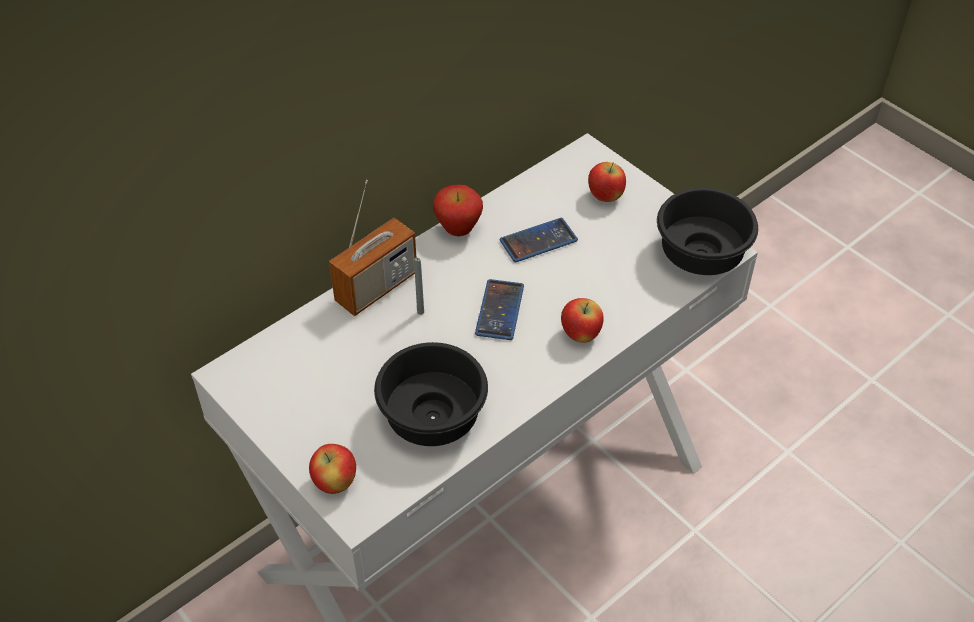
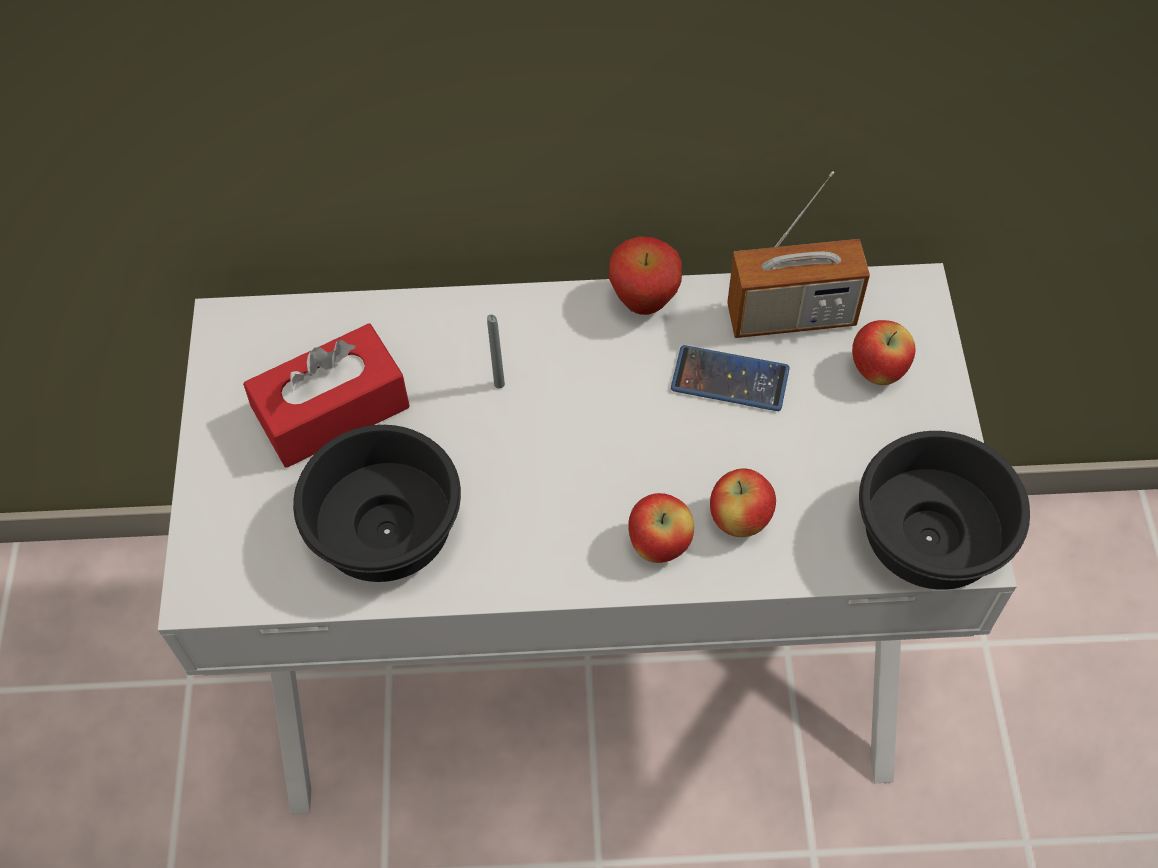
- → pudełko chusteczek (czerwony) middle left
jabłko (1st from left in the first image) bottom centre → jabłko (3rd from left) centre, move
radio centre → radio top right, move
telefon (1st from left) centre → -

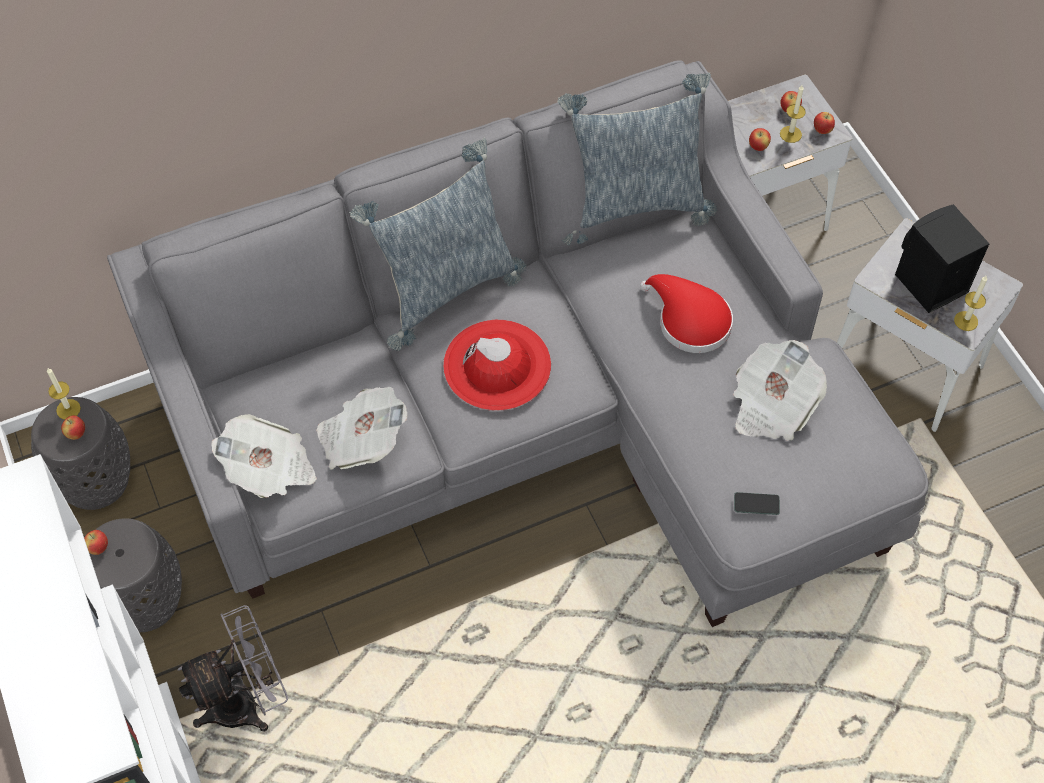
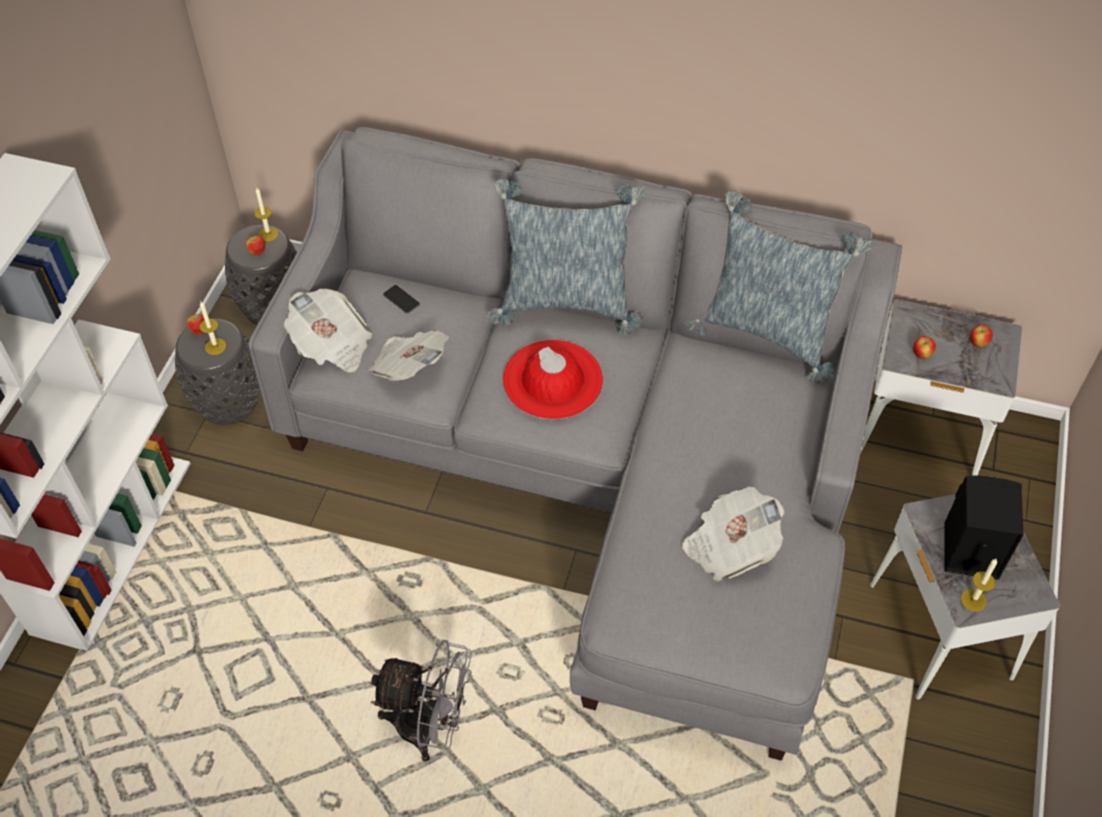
świeca (2nd from left in the first image) top right → świeca (1st from left) middle left, move
wentylator (szary) bottom left → wentylator (szary) bottom centre, move
telefon middle right → telefon centre, move
kapelusz (czerwony) (2nd from left) centre → -
jabłko (5th from left) top right → -

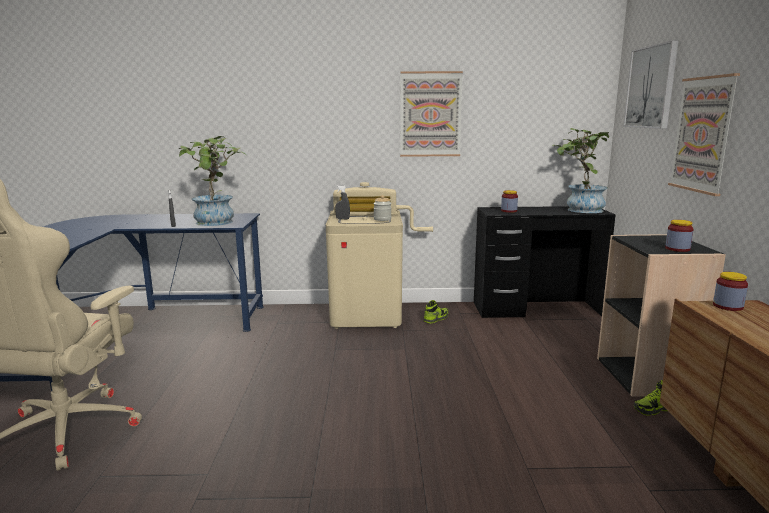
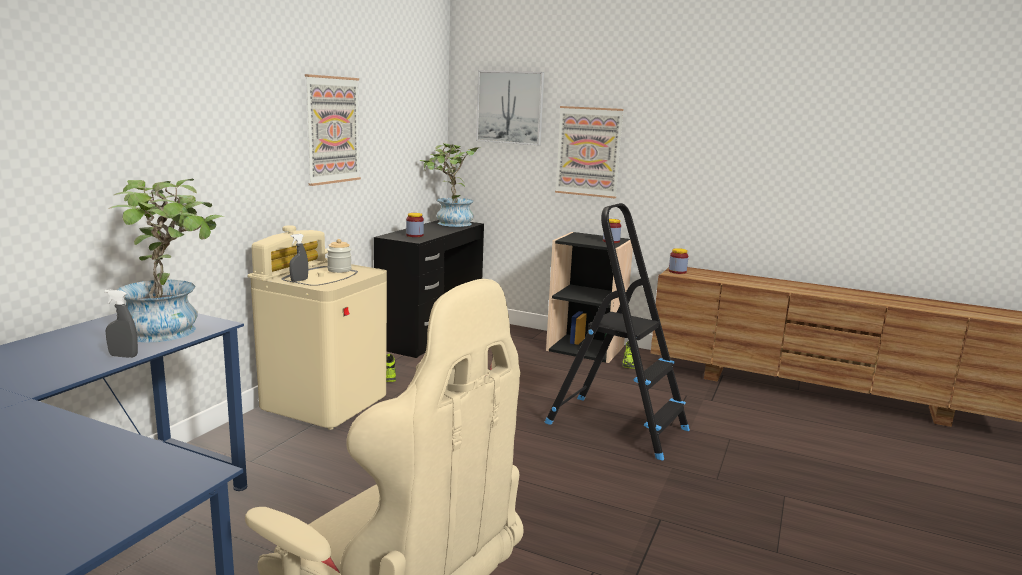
- → drabinka (czarny) centre

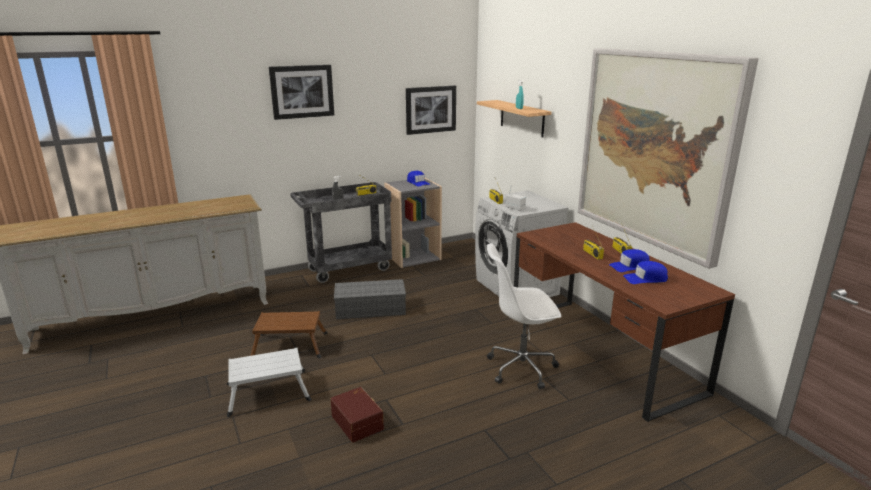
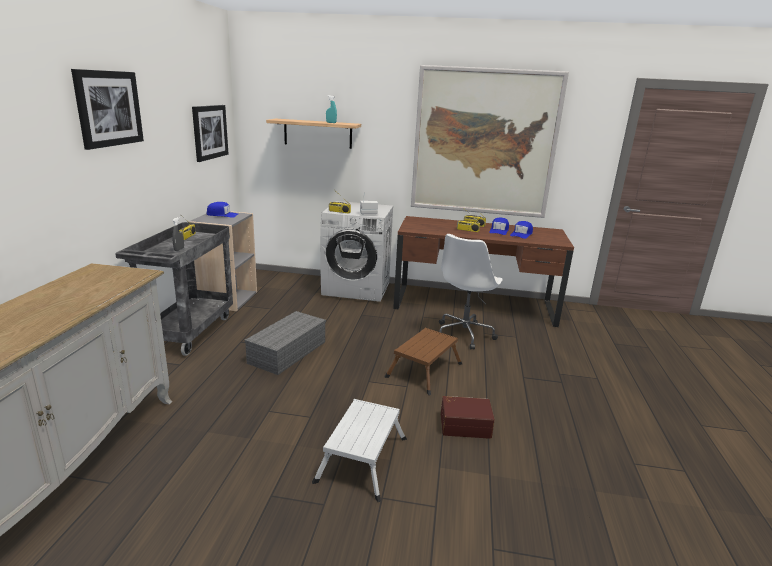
drabinka (brązowy) bottom left → drabinka (brązowy) centre, move

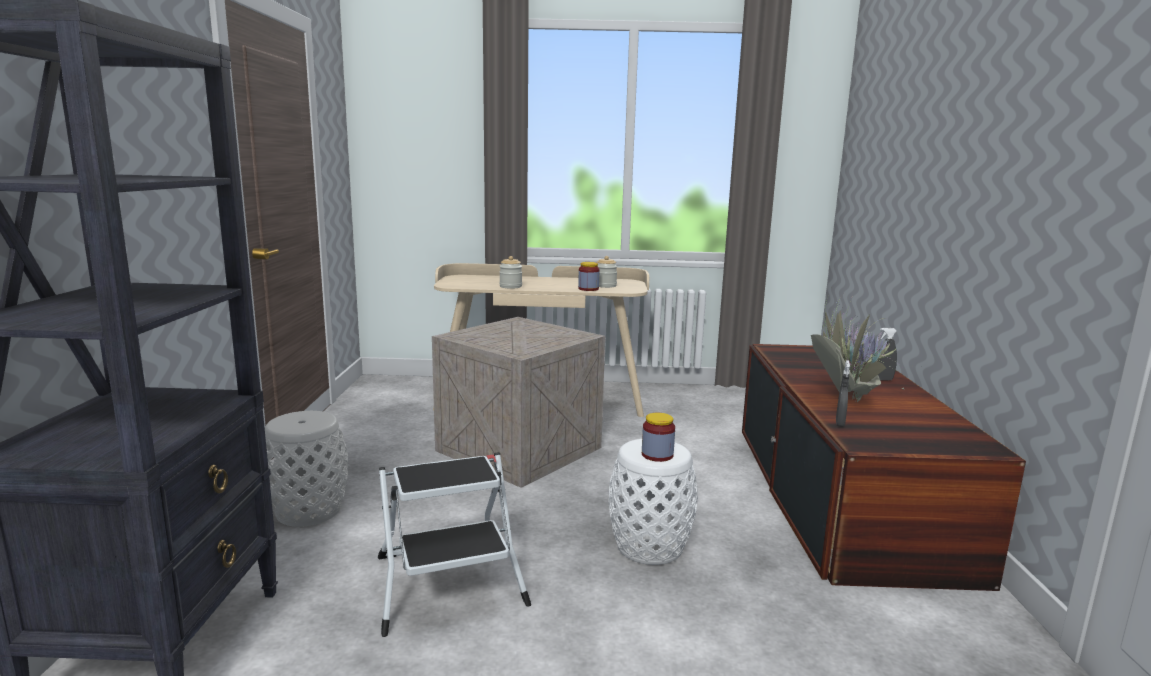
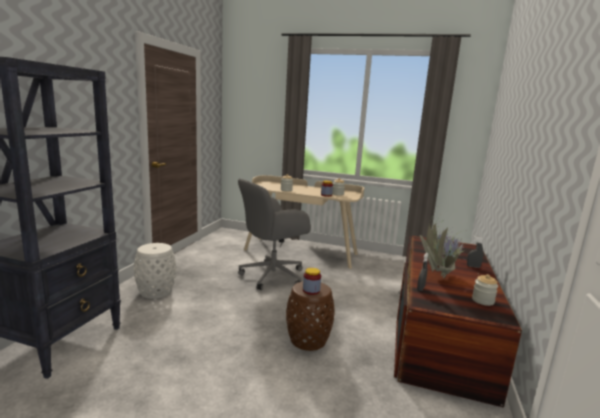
skrzynka centre → krzesło biurowe (szary) centre
stołek (biały) (2nd from left) bottom centre → stołek (brązowy) bottom centre
- → słoik (5th from left) bottom right
drabinka bottom centre → -

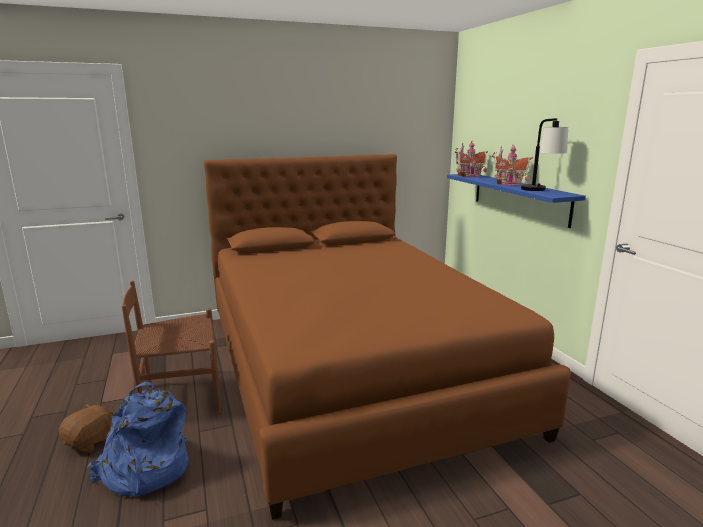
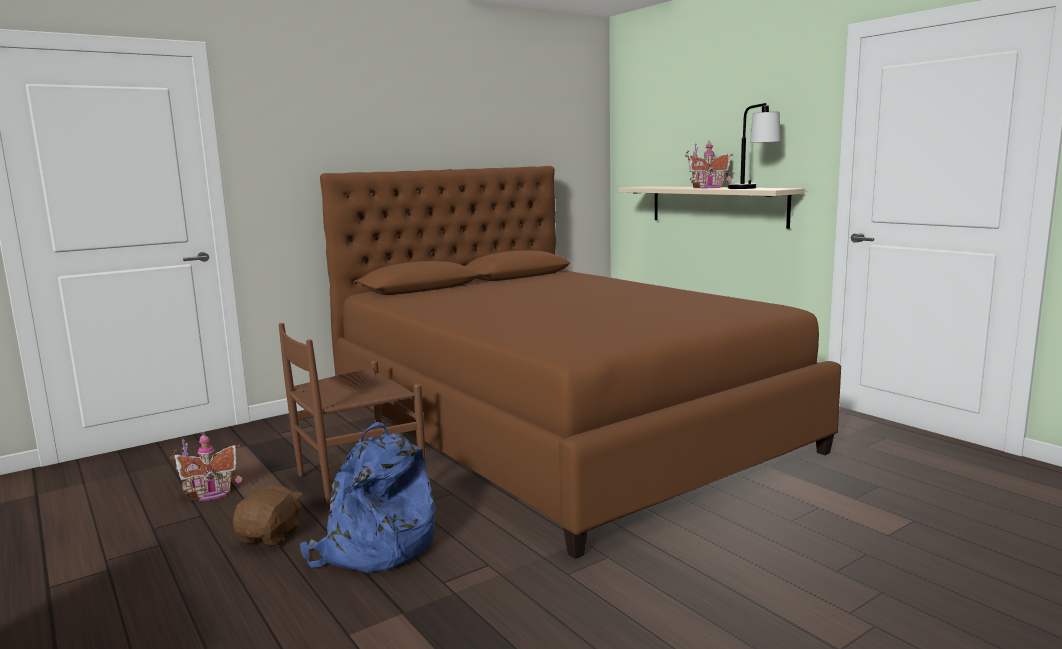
domek (1st from left) top right → domek (1st from left) bottom left, move
półka (niebieski) middle right → półka (beżowy) top right

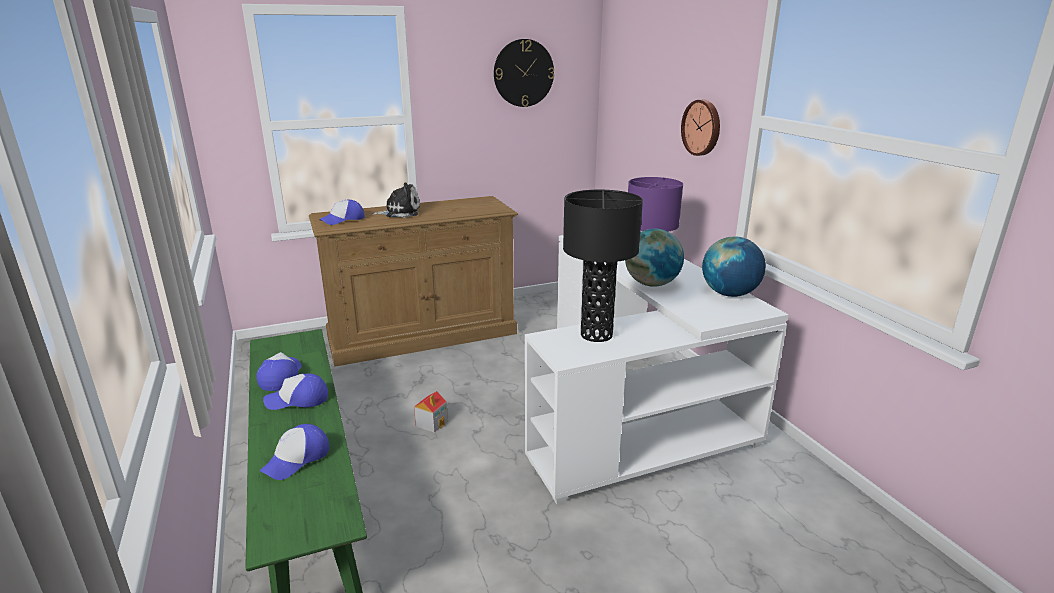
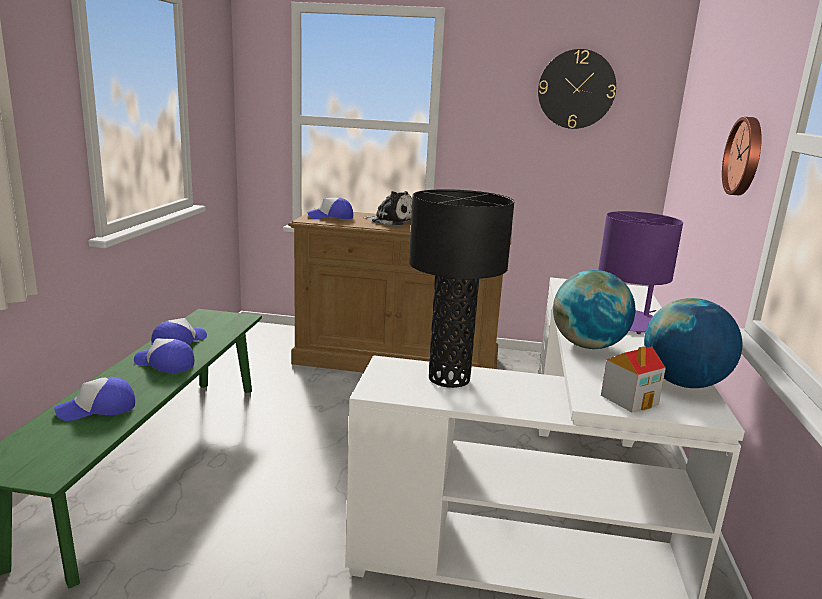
domek bottom centre → domek middle right, move

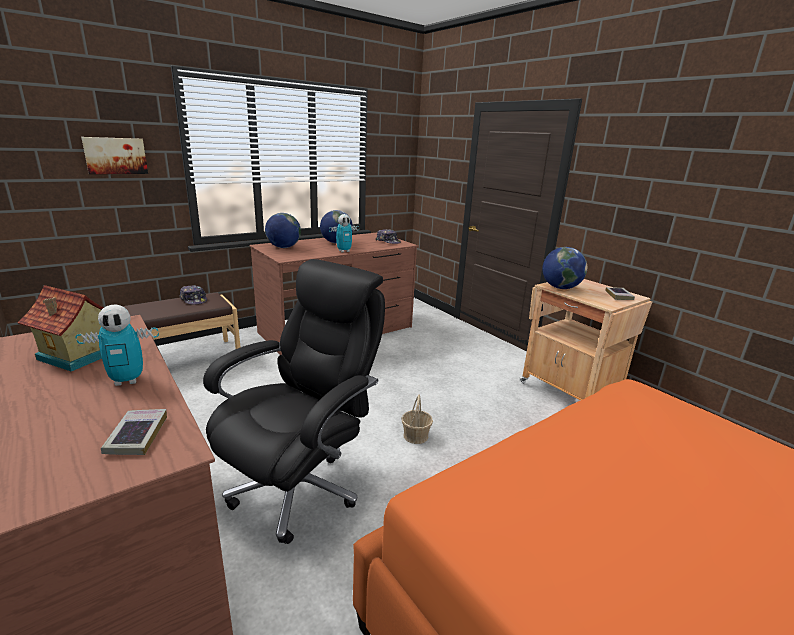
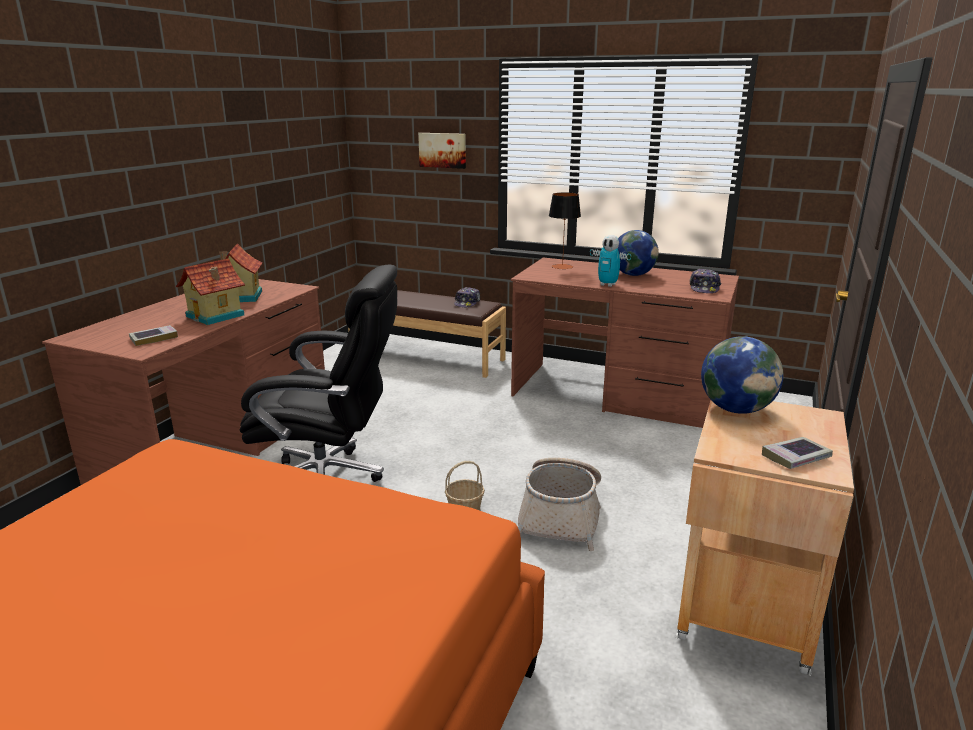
robot zabawkowy (1st from left) middle left → domek (1st from left) middle left
- → koszyk (2nd from left) bottom centre
globus (1st from left) centre → lampa stołowa top centre

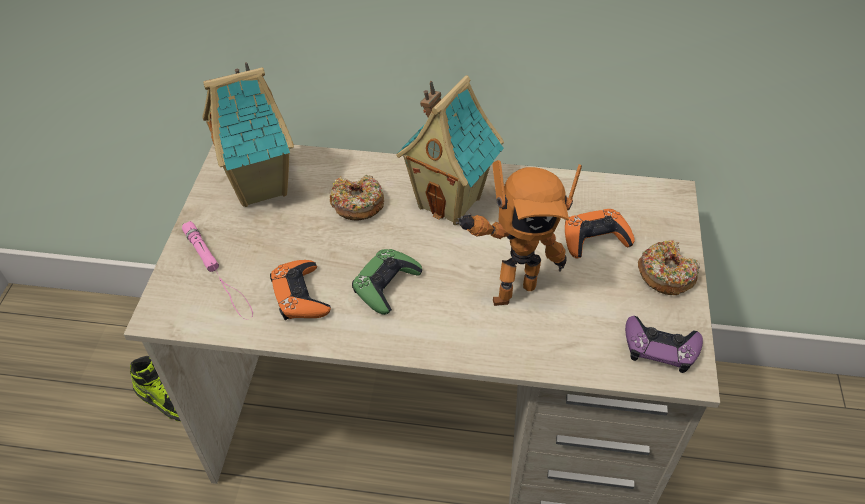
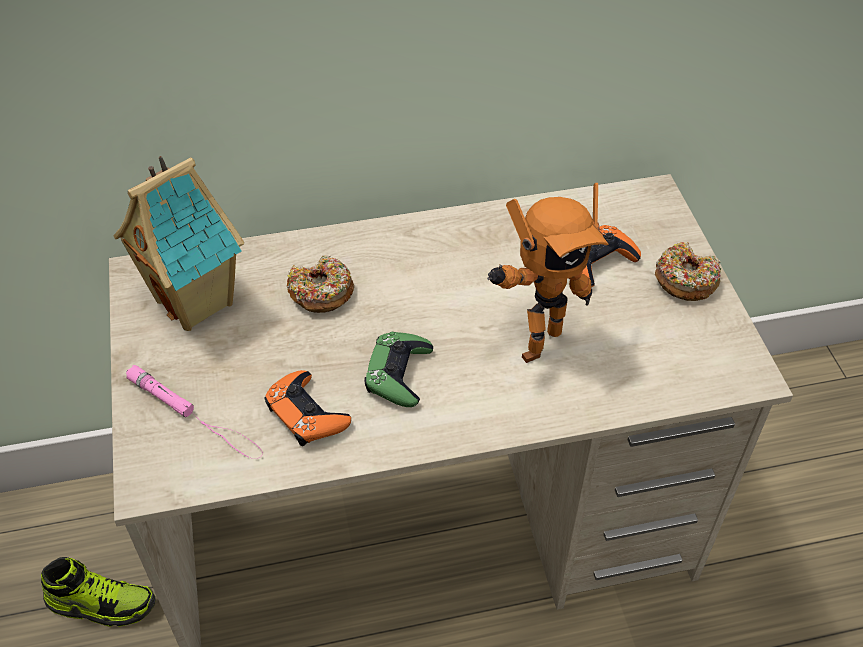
domek (2nd from left) top centre → -
pad do gier (fioletowy) bottom right → -

